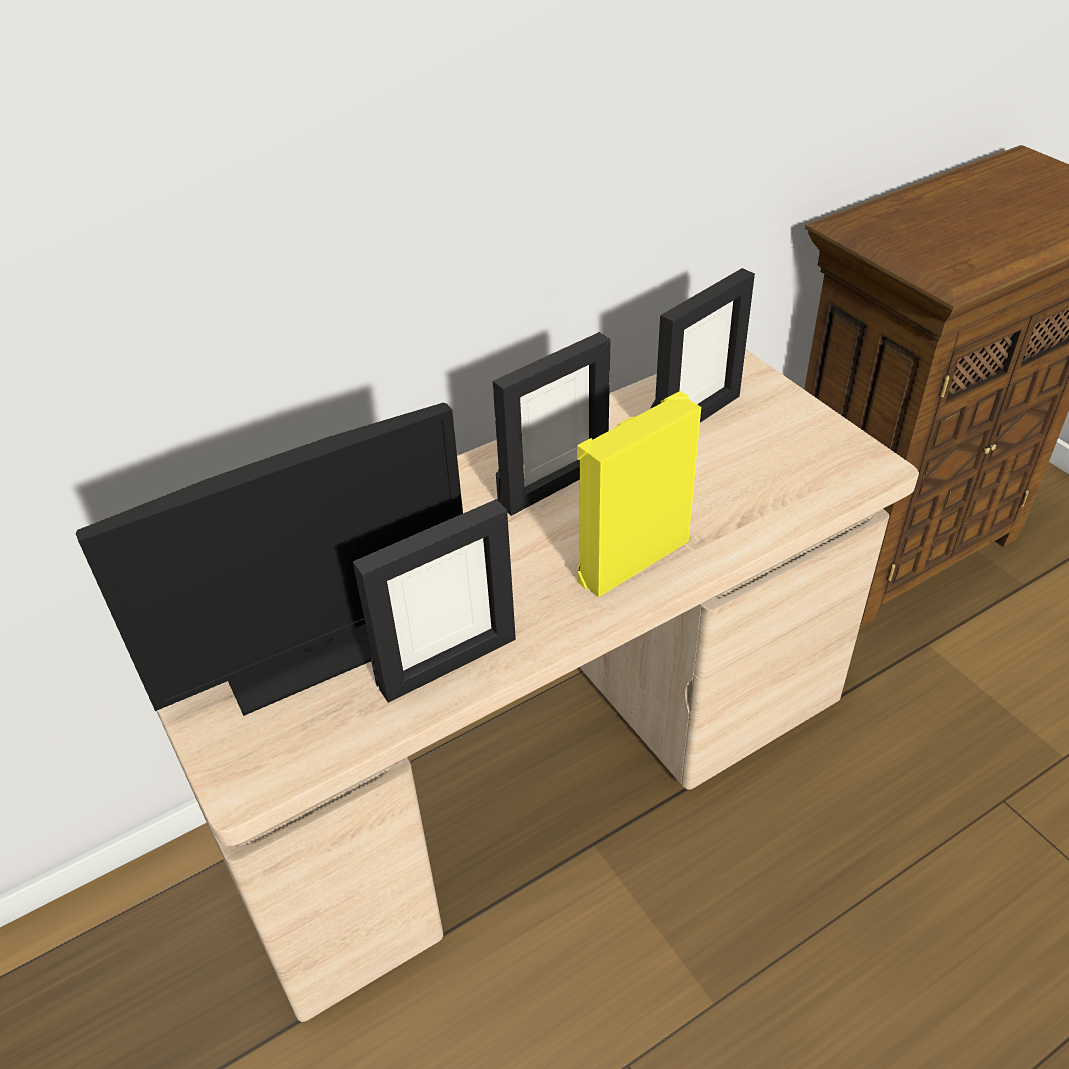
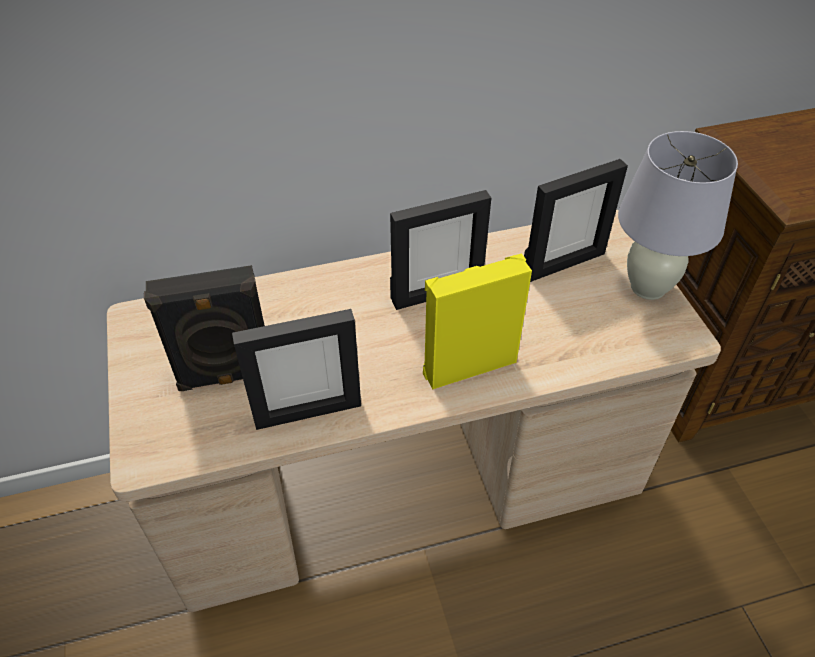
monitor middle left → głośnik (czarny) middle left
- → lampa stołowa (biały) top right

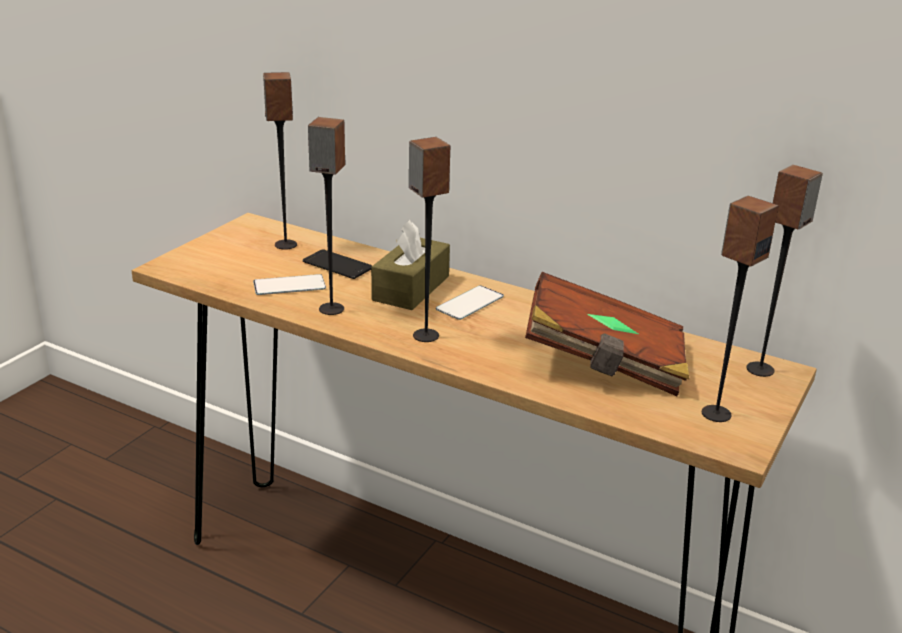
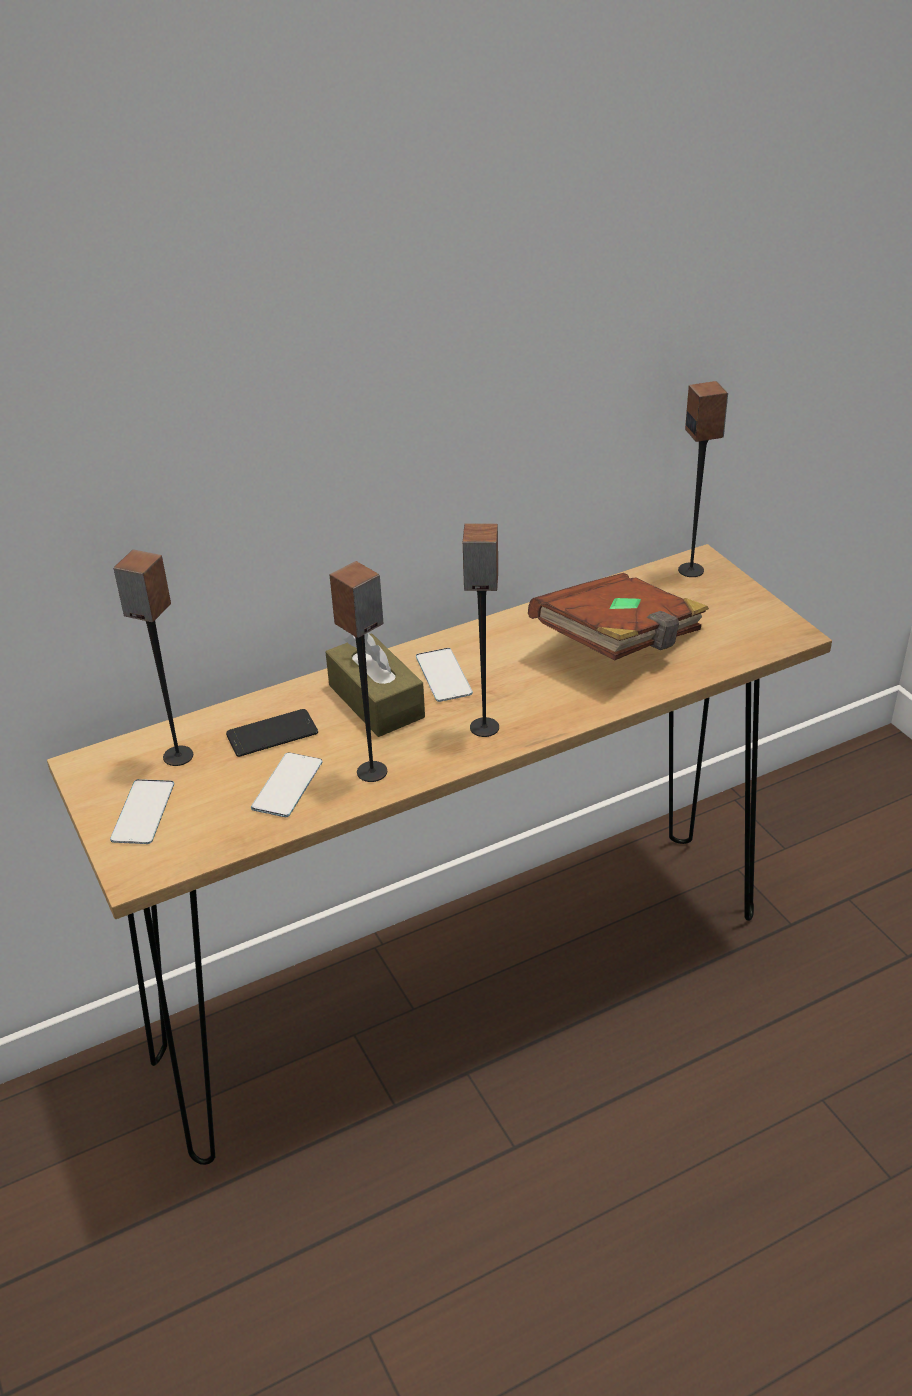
- → telefon (1st from left) middle left
głośnik (4th from left) middle right → -

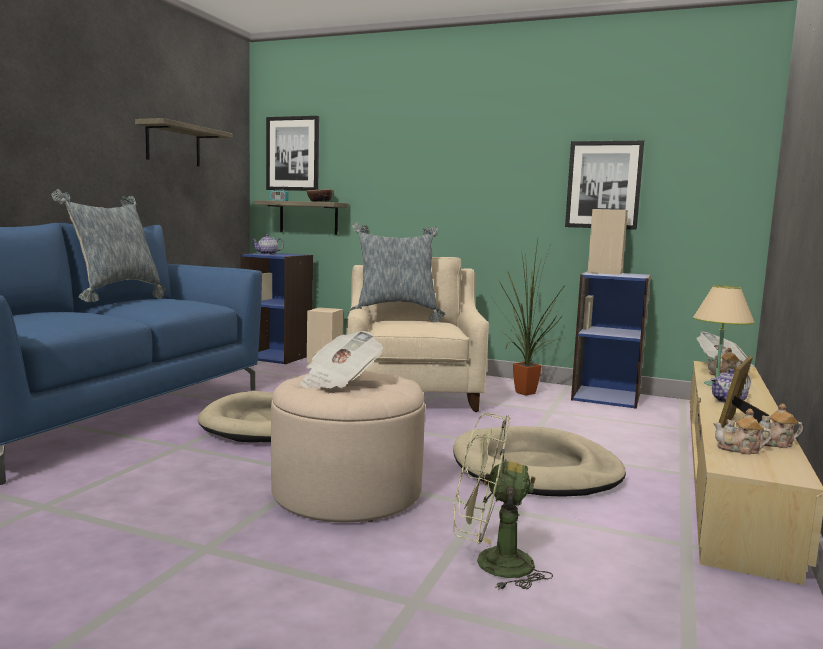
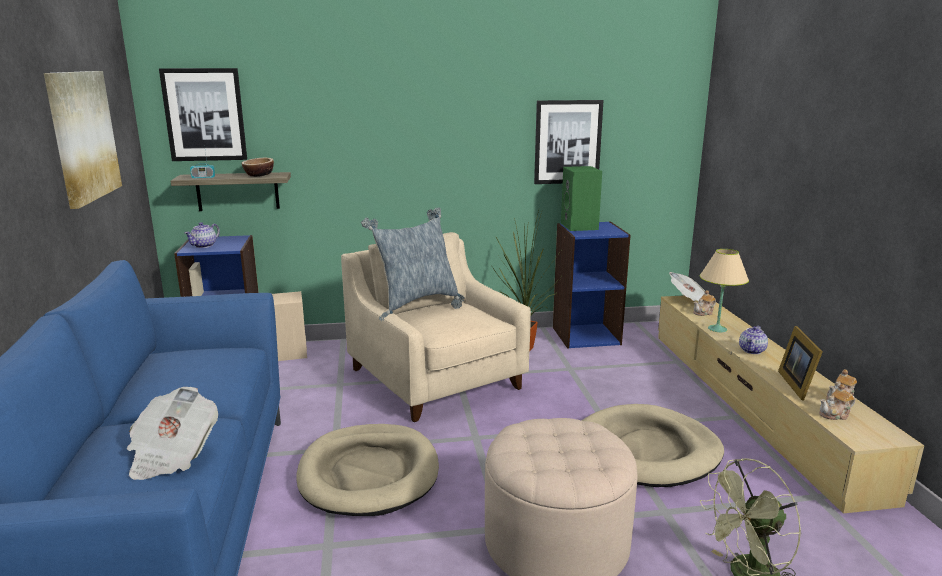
półka (1st from left) top left → obraz (1st from left) top left
gazeta (1st from left) centre → gazeta (1st from left) bottom left, move
głośnik (beżowy) (2nd from left) middle right → głośnik (zielony) centre
poduszka (1st from left) middle left → -

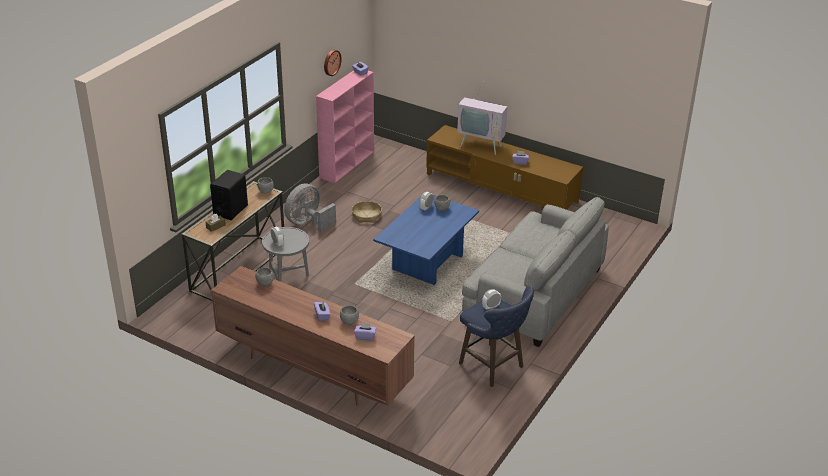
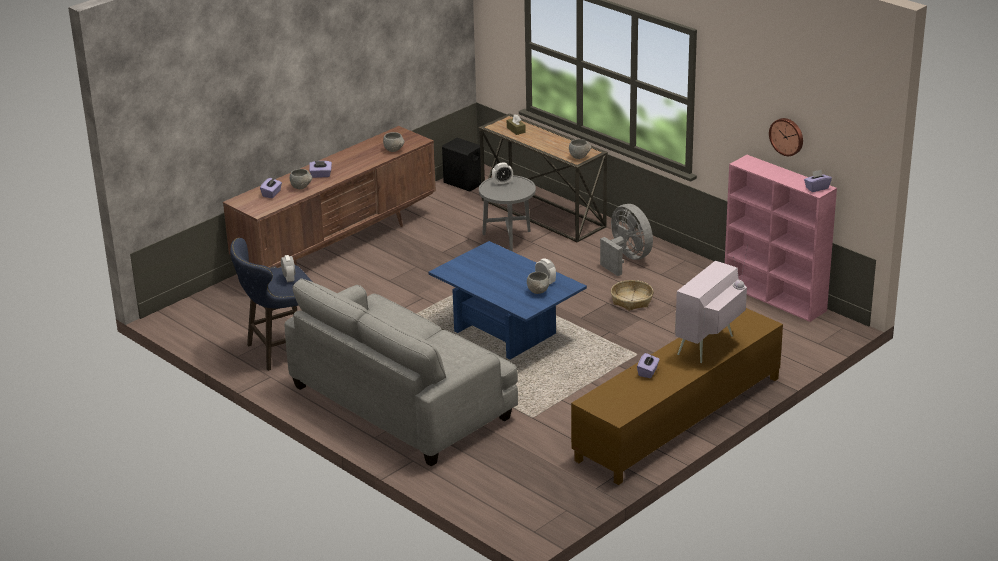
głośnik (czarny) middle left → głośnik (czarny) top centre, move

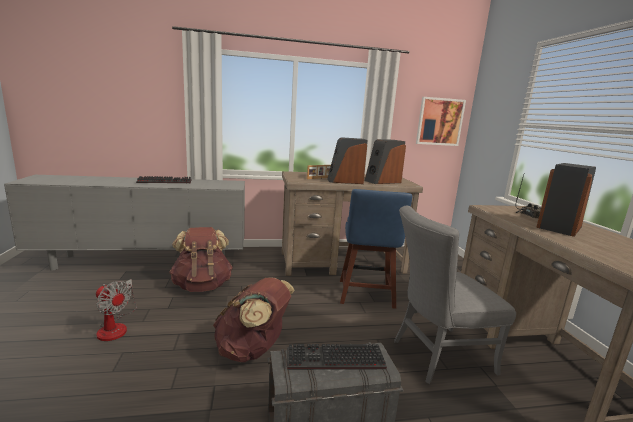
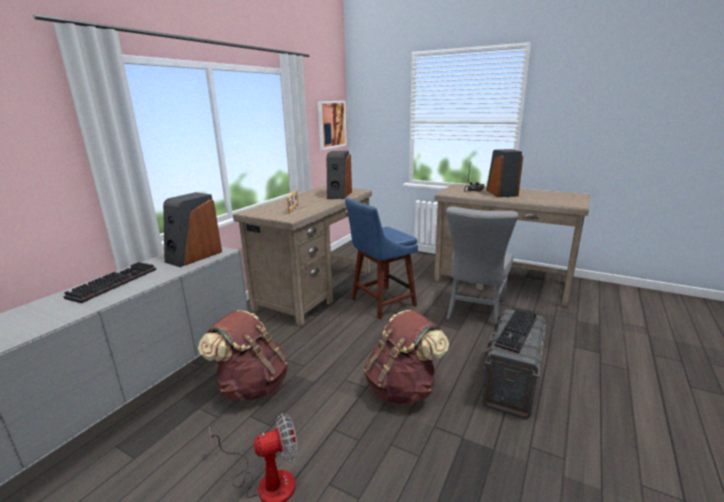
głośnik (1st from left) centre → głośnik (1st from left) middle left, move
krzesło (niebieski) centre, 105 degrees clockwise

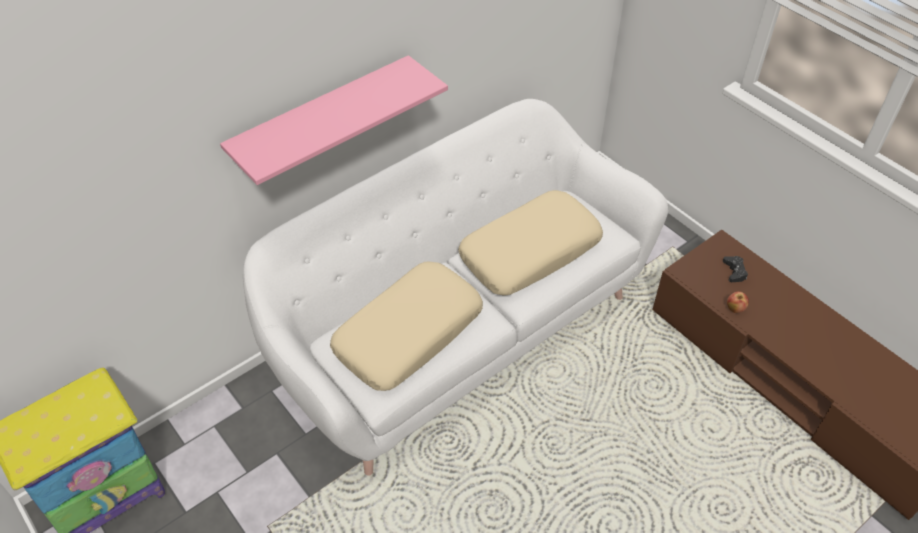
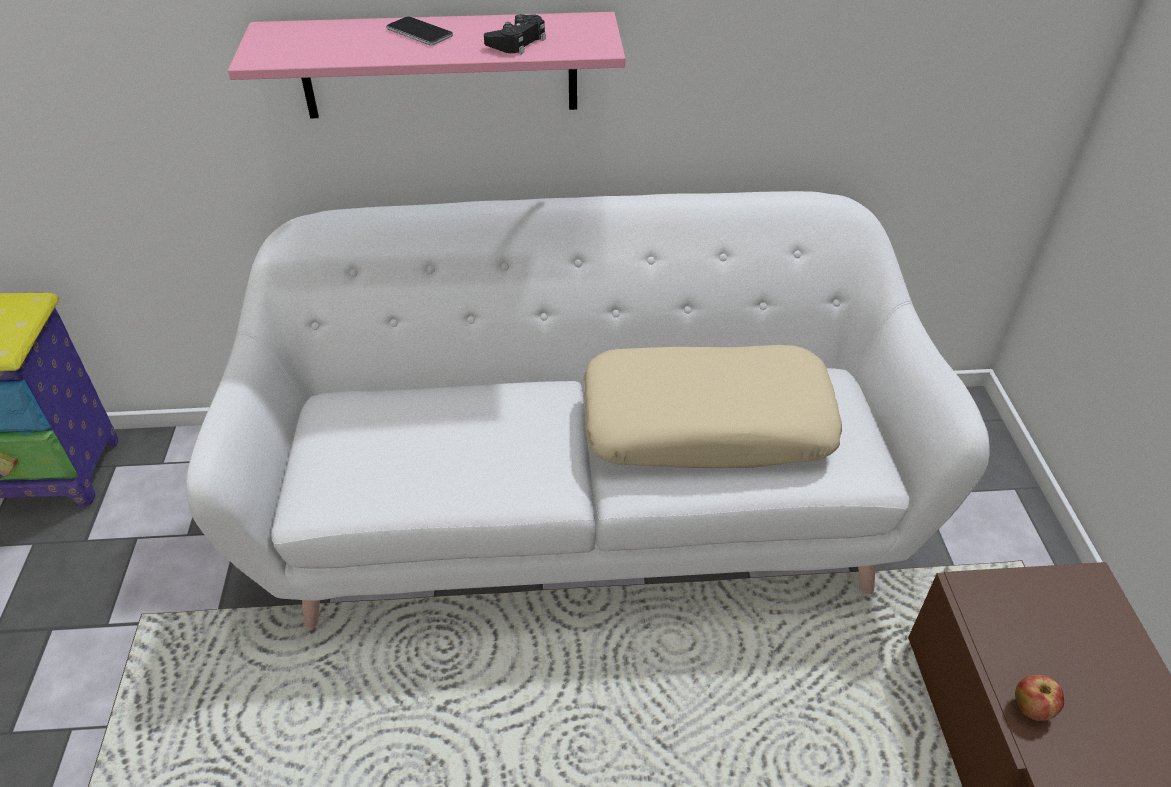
- → telefon top centre
pad do gier (czarny) middle right → pad do gier (czarny) top centre, move
poduszka (beżowy) (1st from left) centre → -

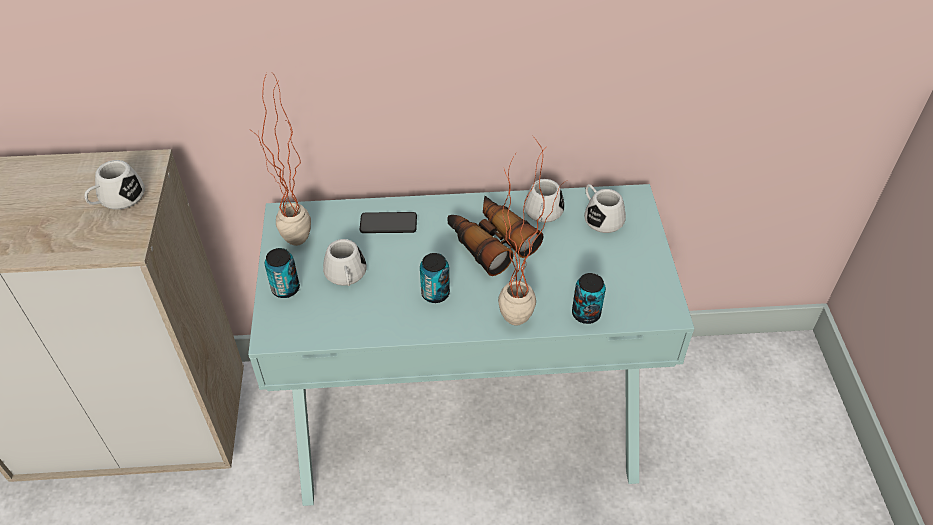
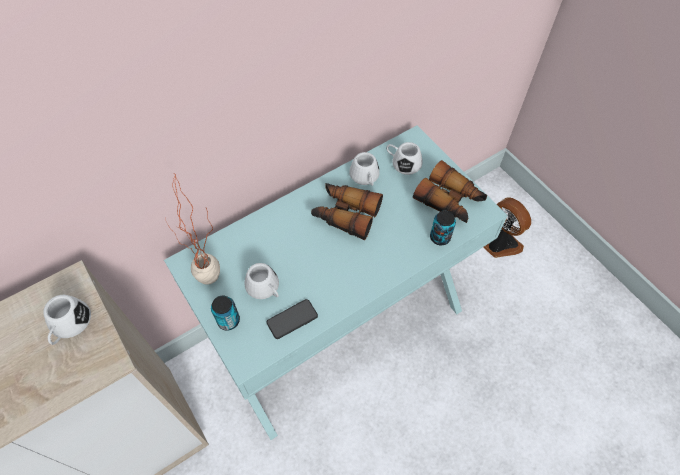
telefon centre → telefon bottom centre, move
- → lornetka (2nd from left) centre
- → wentylator middle right
puszka (2nd from left) centre → -
roślina doniczkowa (2nd from left) centre → -

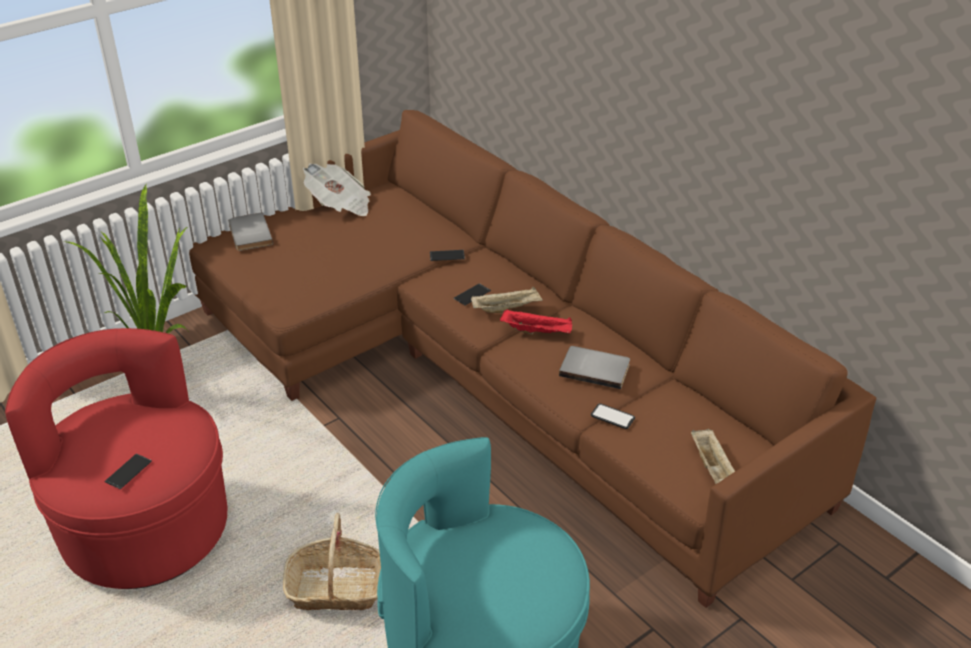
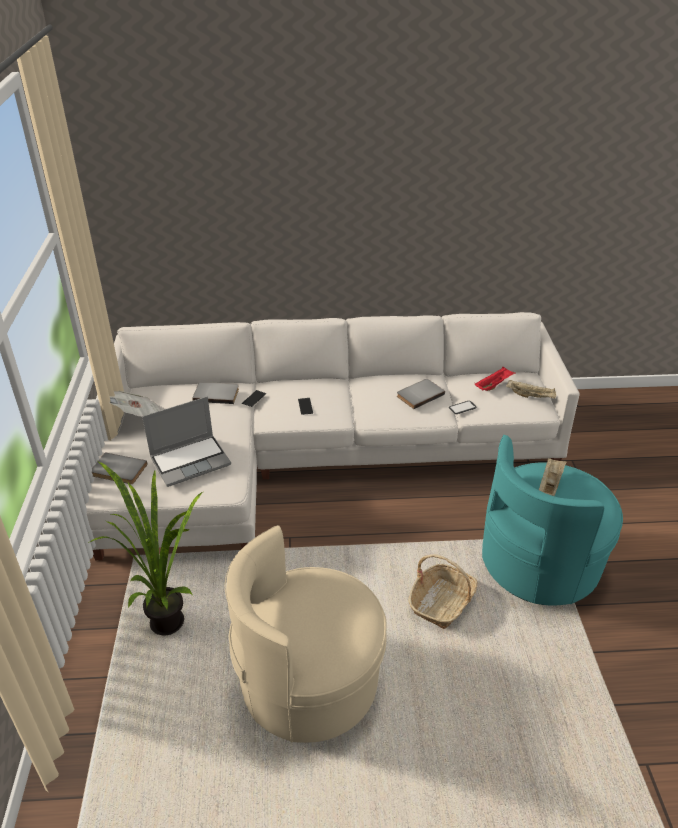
kanapa (brązowy) centre → kanapa (biały) centre
- → laptop middle left
- → książka (szary) (2nd from left) middle left
fotel (czerwony) bottom left → fotel (beżowy) bottom centre
taca (czerwony) centre → taca (czerwony) middle right, move
taca (beżowy) (1st from left in the first image) centre → taca (beżowy) (2nd from left) middle right, move
telefon (1st from left) bottom left → -

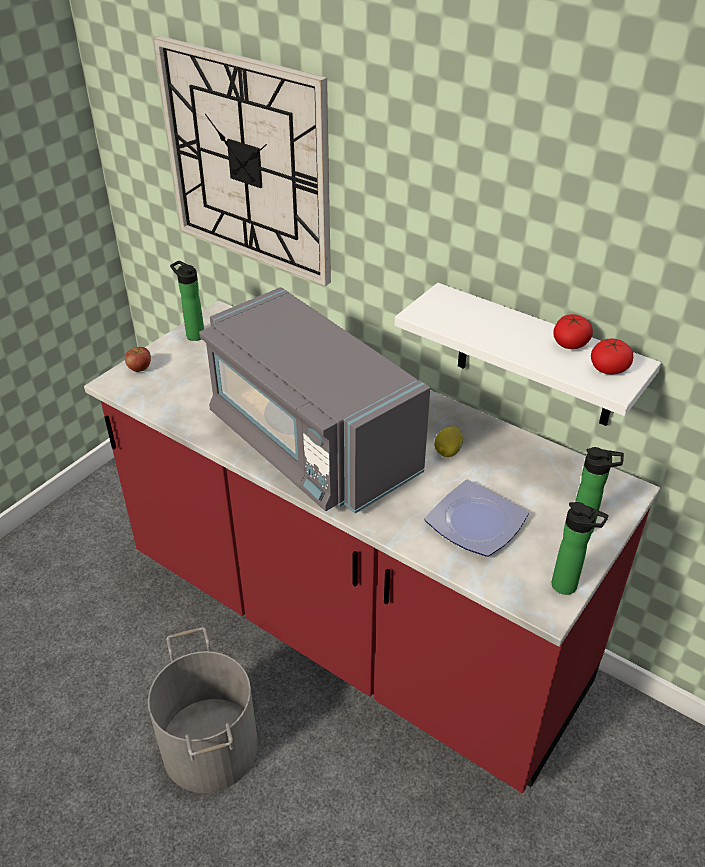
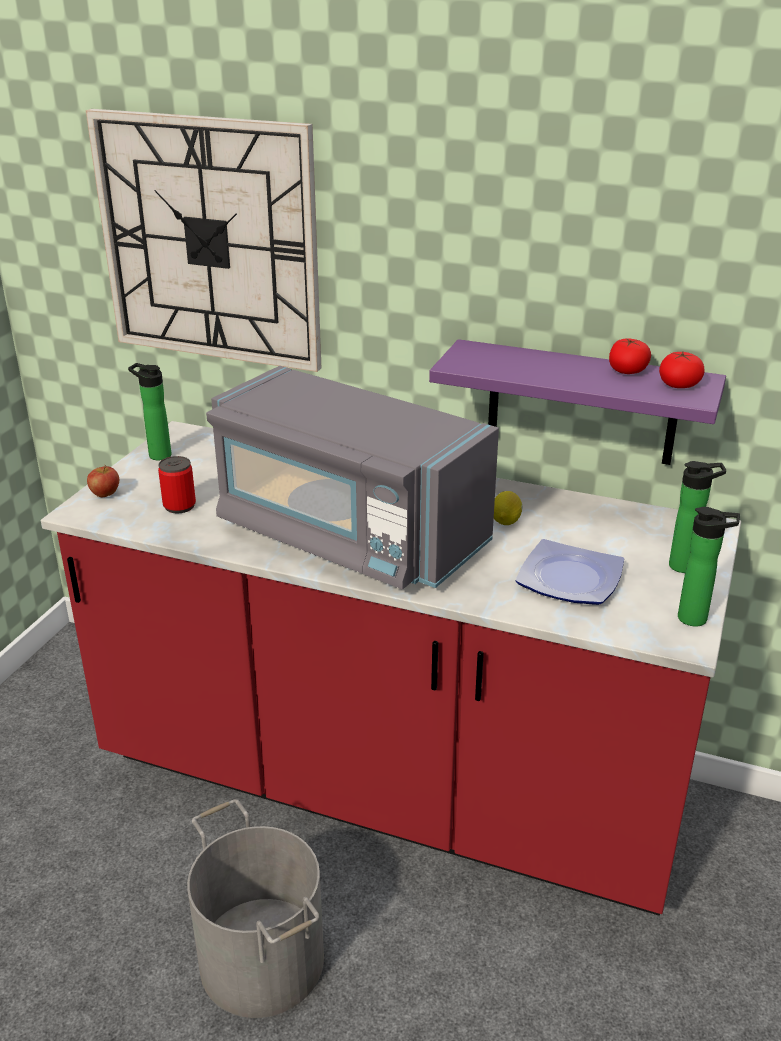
- → puszka middle left
półka (biały) middle right → półka (fioletowy) middle right

